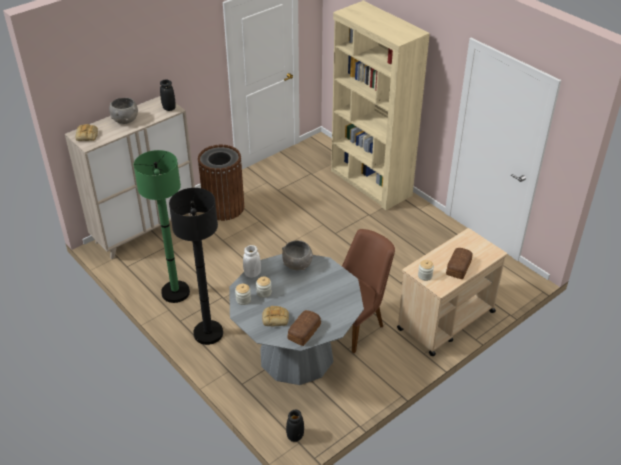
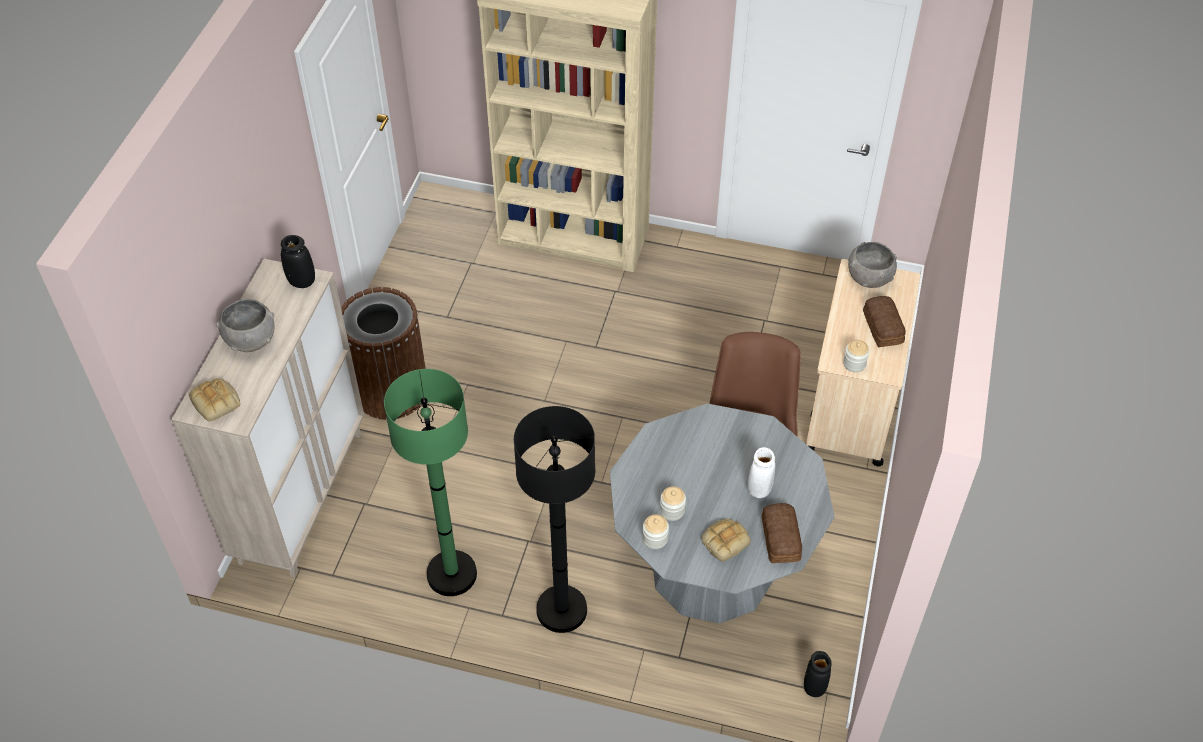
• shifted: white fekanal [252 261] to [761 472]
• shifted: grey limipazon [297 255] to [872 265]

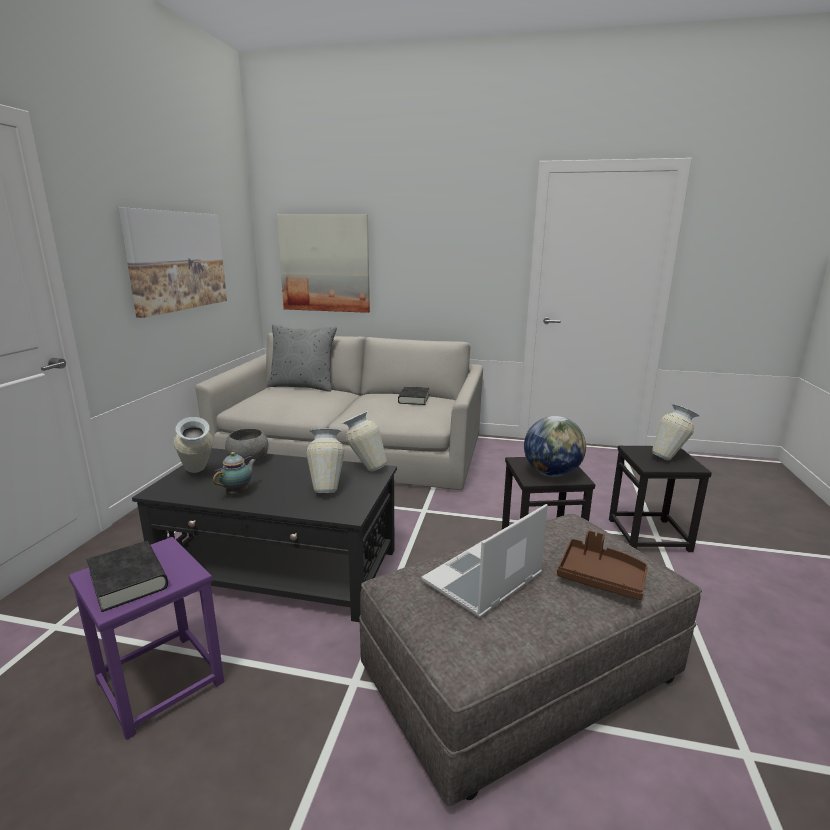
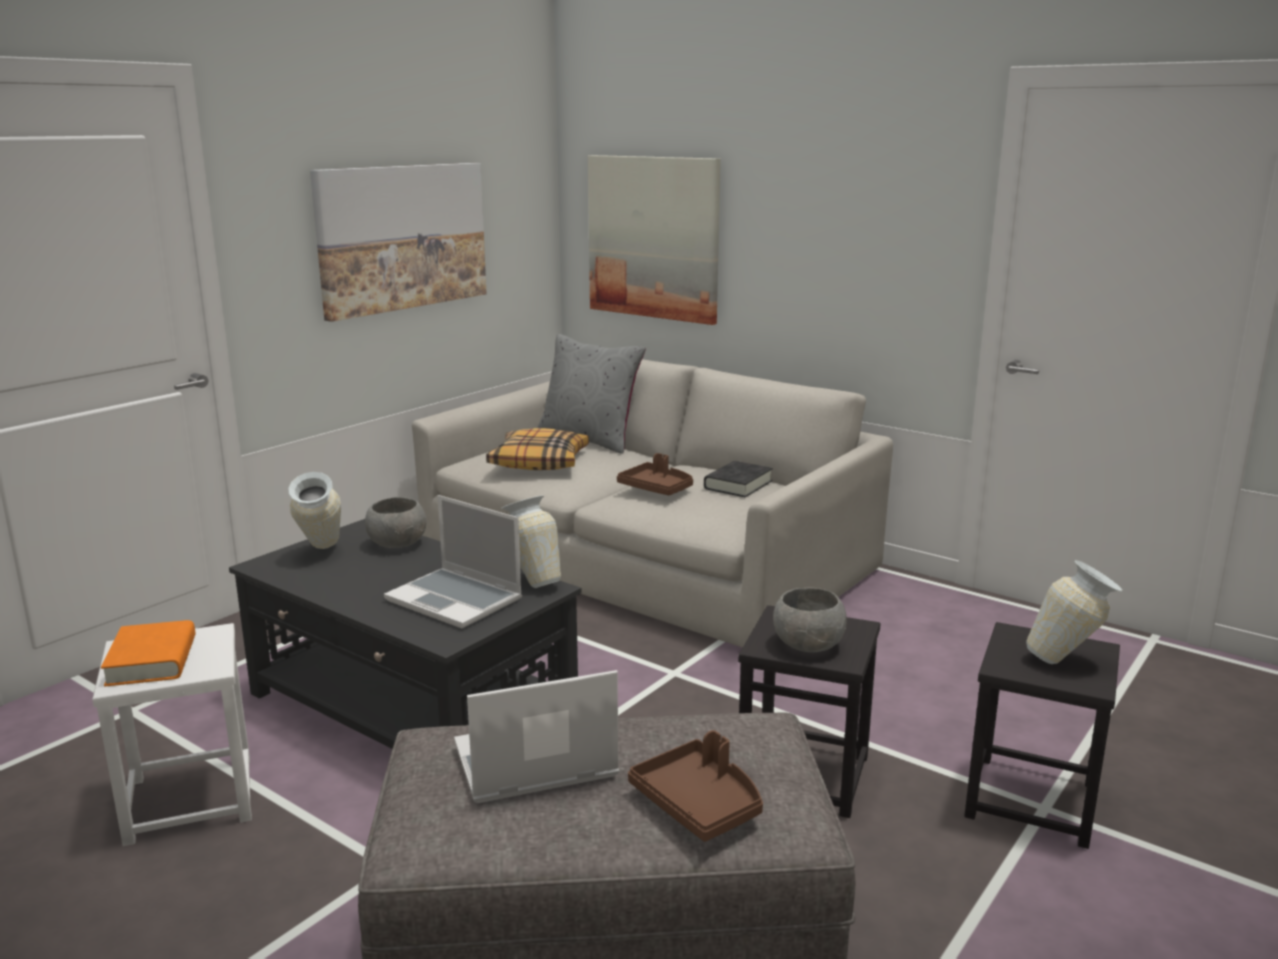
• repainted: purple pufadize [146 638] to white pufadize [172 734]
• repainted: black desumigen [127 576] to orange desumigen [148 653]
• gone: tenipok [234 473]
• swapped: fekanal [325 461] to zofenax [453 561]
• swapped: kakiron [555 446] to grey limipazon [810 620]
• new: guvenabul [537 449]
• new: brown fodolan [655 474]

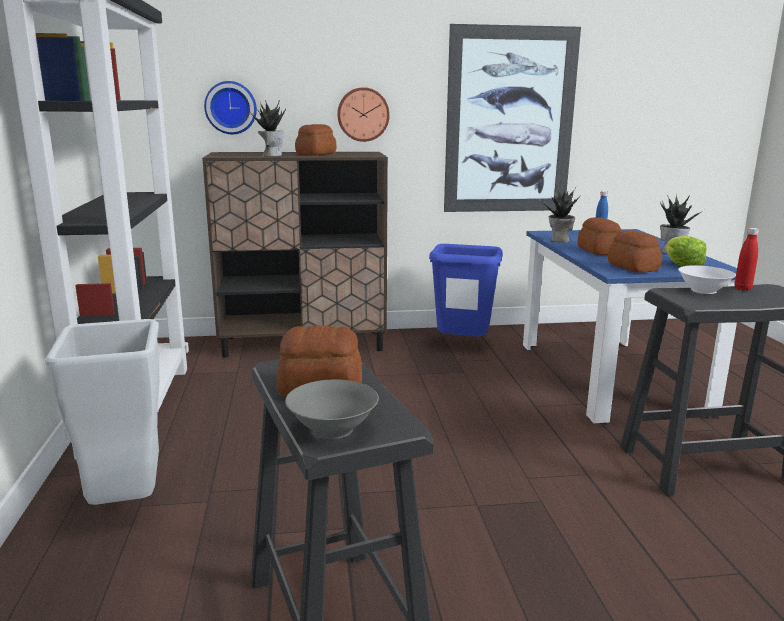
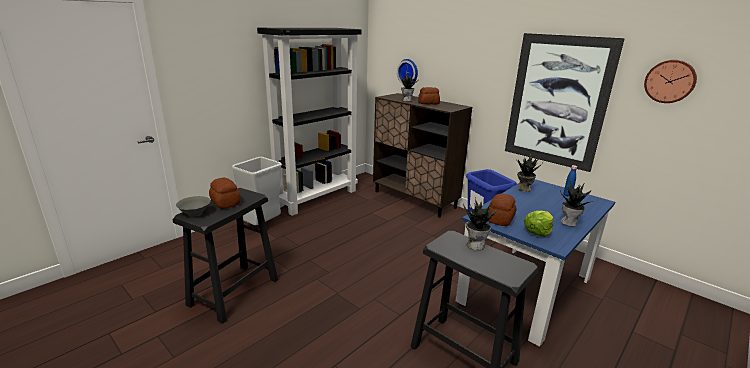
• shifted: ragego [363 114] to [670 81]
• gone: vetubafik [599 236]
• swapped: white limipazon [707 279] to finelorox [480 223]
• gone: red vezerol [747 259]

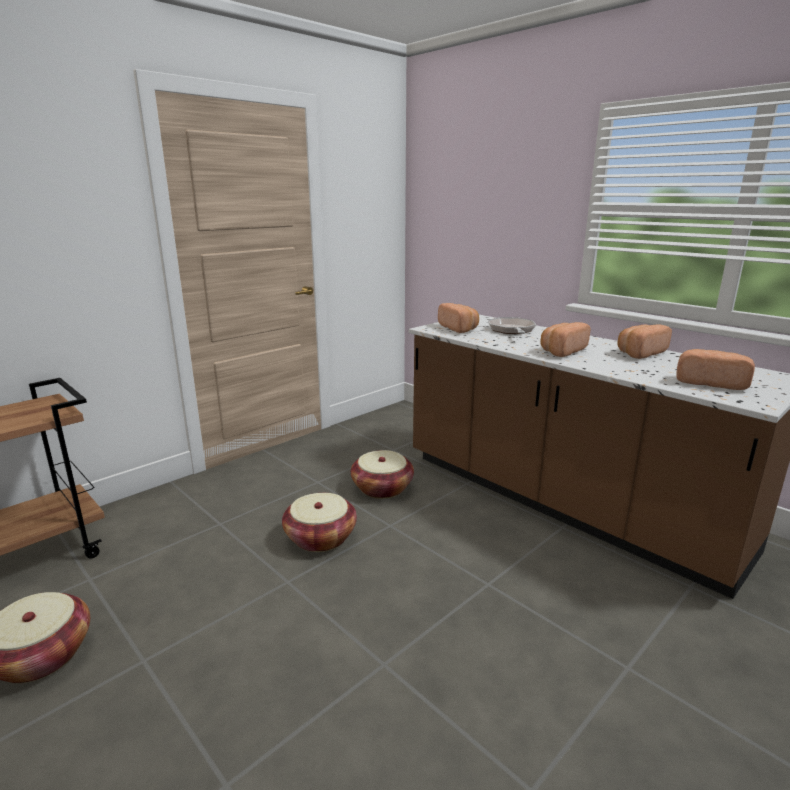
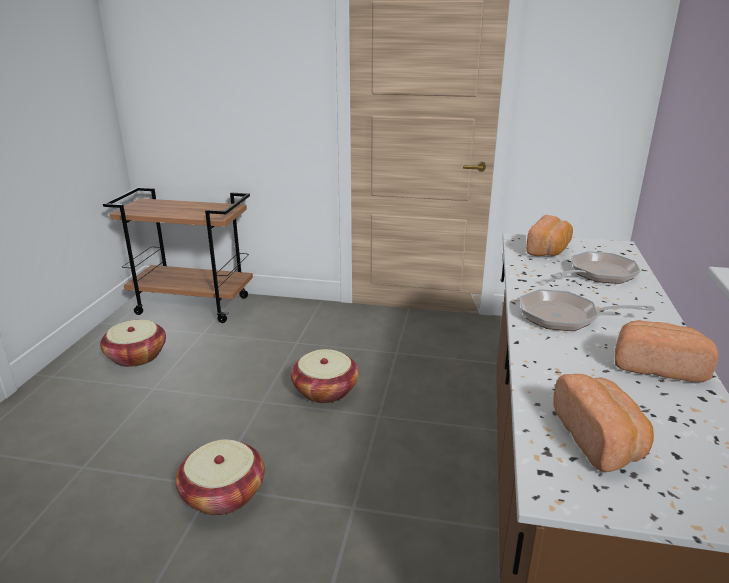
• shifted: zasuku [382 474] to [220 477]
• swapped: vetubafik [565 339] to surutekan [587 310]

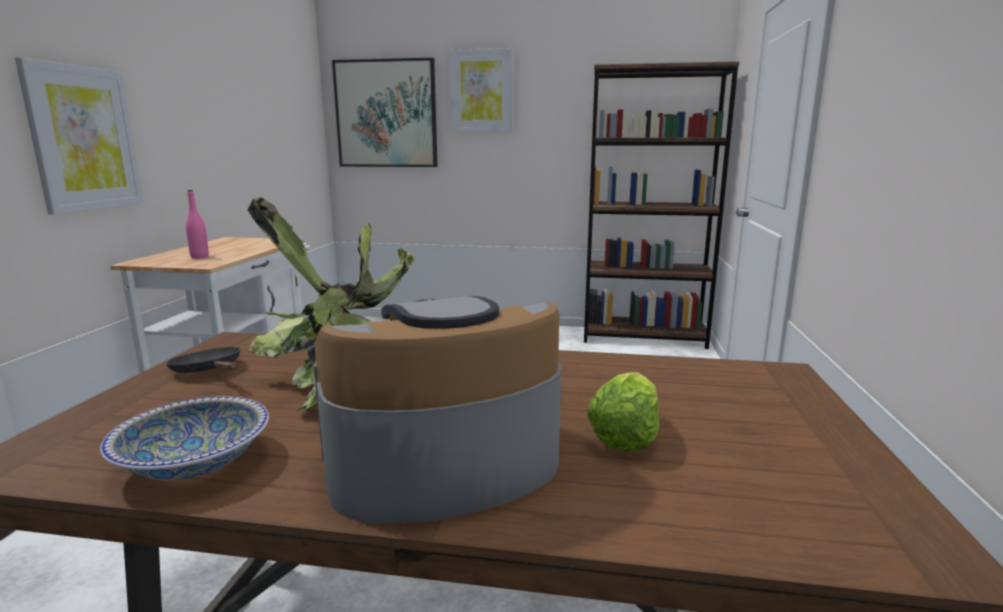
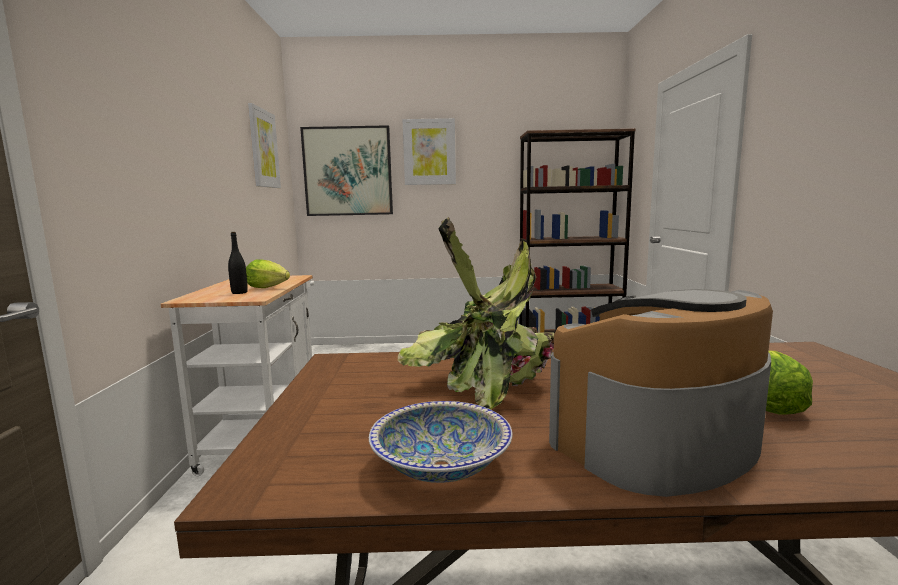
• shifted: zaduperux [79 136] to [264 145]
• gone: black surutekan [203 360]
• repainted: pink vezerol [197 224] to black vezerol [238 263]
• new: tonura [268 273]

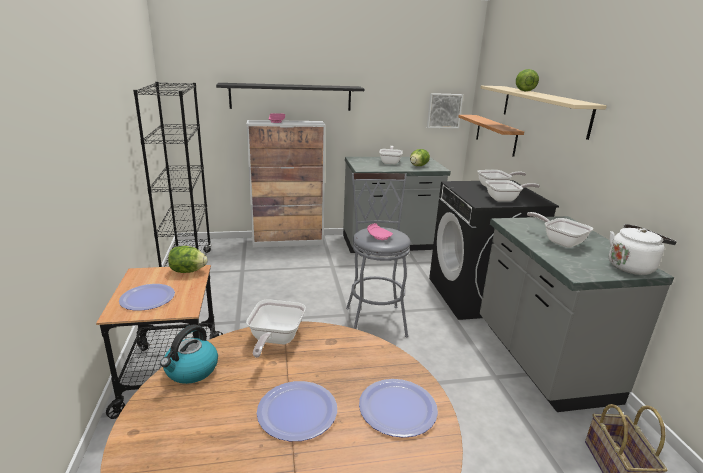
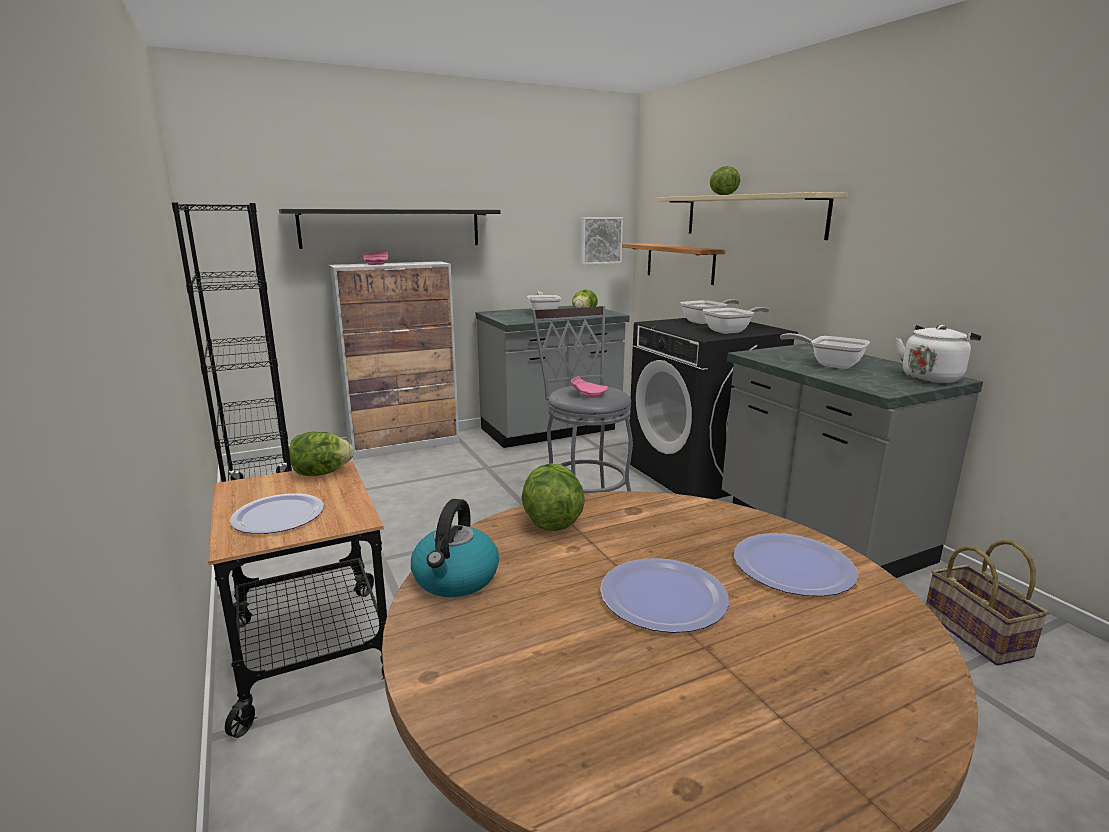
• swapped: surutekan [276 328] to tonura [553 497]

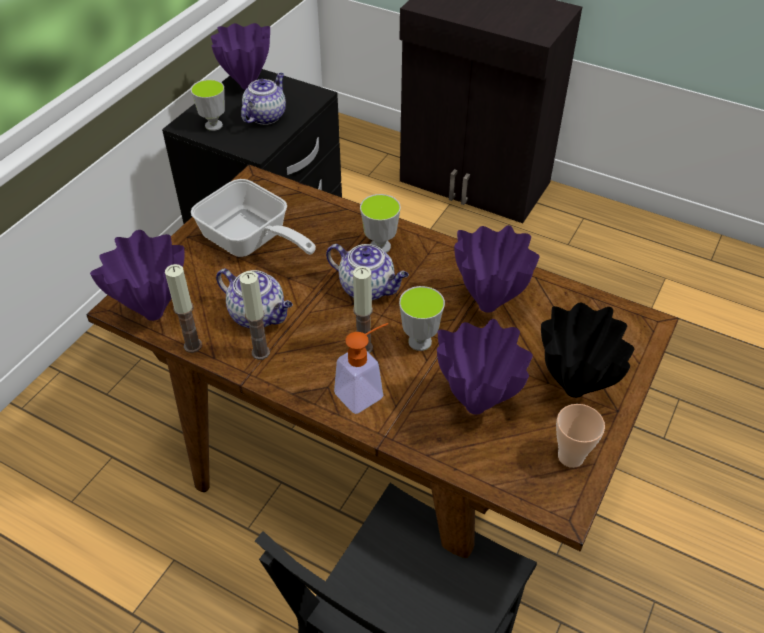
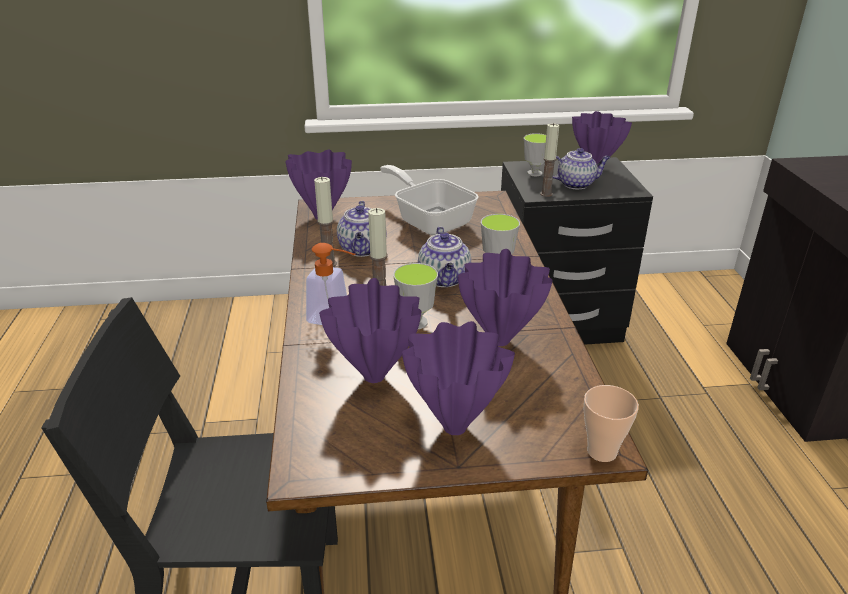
• shifted: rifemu [183 308] to [549 160]
• rotated: surutekan [253 218] = [429 200] 135 degrees clockwise
• repainted: black fekanal [587 350] to purple fekanal [458 378]
• shifted: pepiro [580 436] to [611 423]

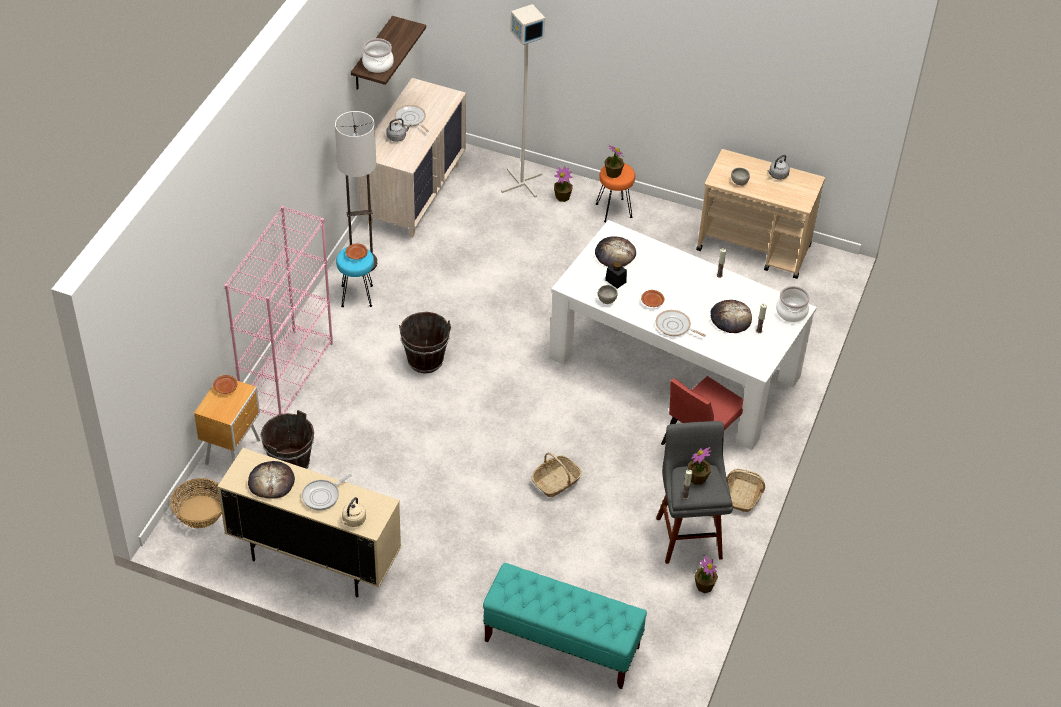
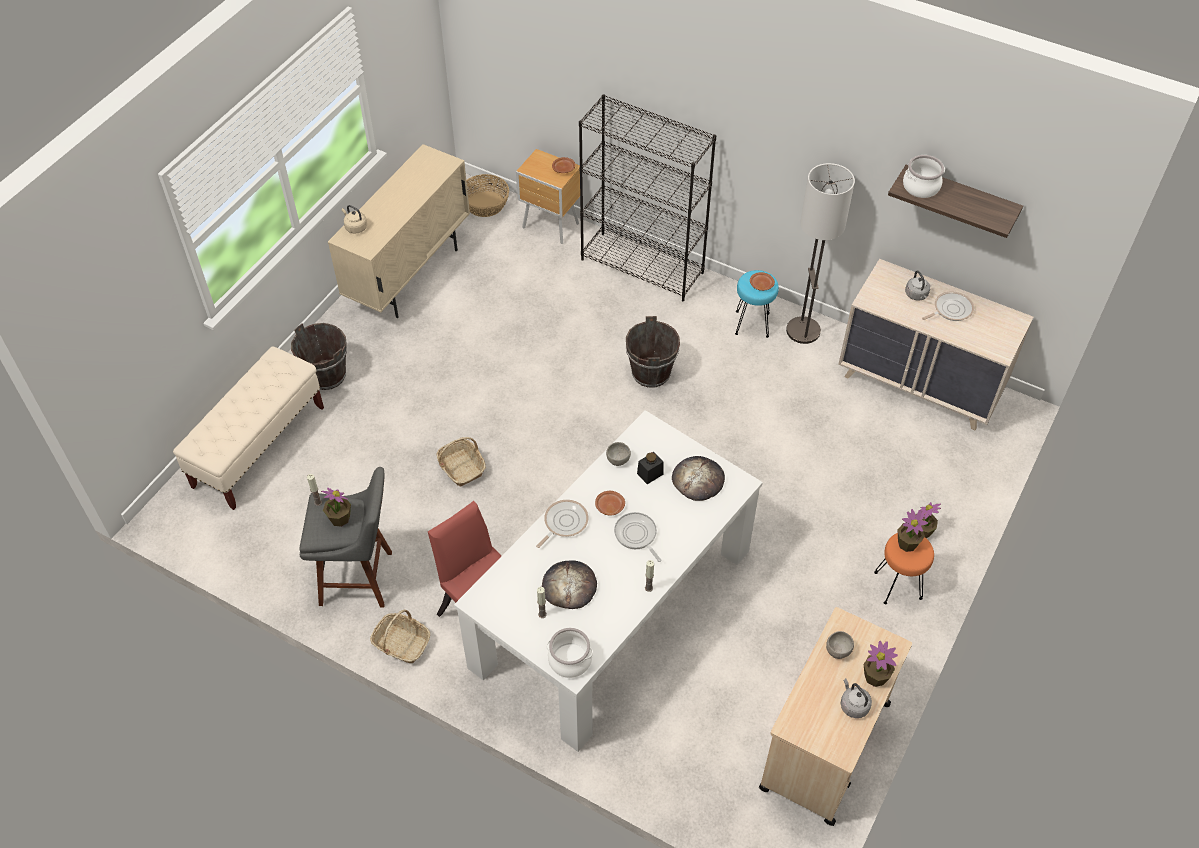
• repainted: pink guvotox [279 311] to black guvotox [647 197]
• gone: vetubafik [271 480]
• shifted: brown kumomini [287 439] to [319 356]
• shifted: surutekan [327 492] to [638 537]
• repainted: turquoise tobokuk [565 626] to beige tobokuk [248 428]
• gone: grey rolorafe [523 100]
• shifted: finelorox [706 574] to [881 664]

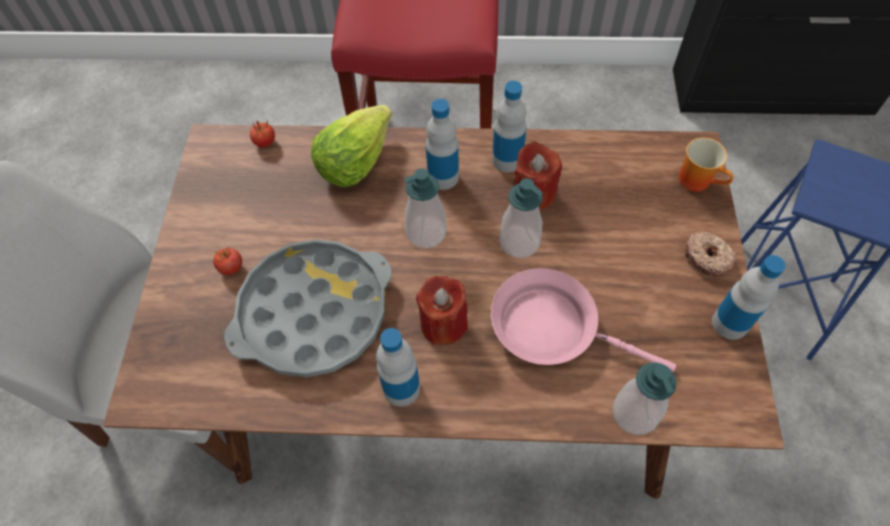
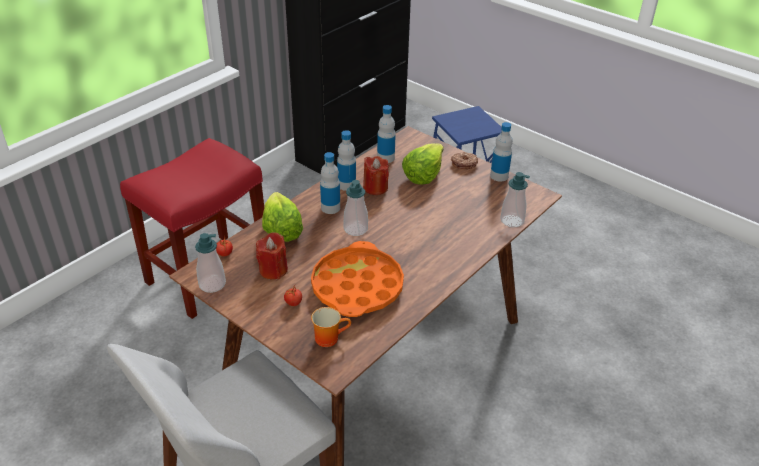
• repainted: grey fodolan [308 308] to orange fodolan [357 279]
• shifted: vezerol [398 367] to [386 134]
• shifted: red rifemu [442 310] to [272 256]
• gone: pink surutekan [583 320]
• shifted: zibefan [521 218] to [210 263]
• shifted: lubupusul [706 164] to [331 327]
• new: tonura [423 164]

